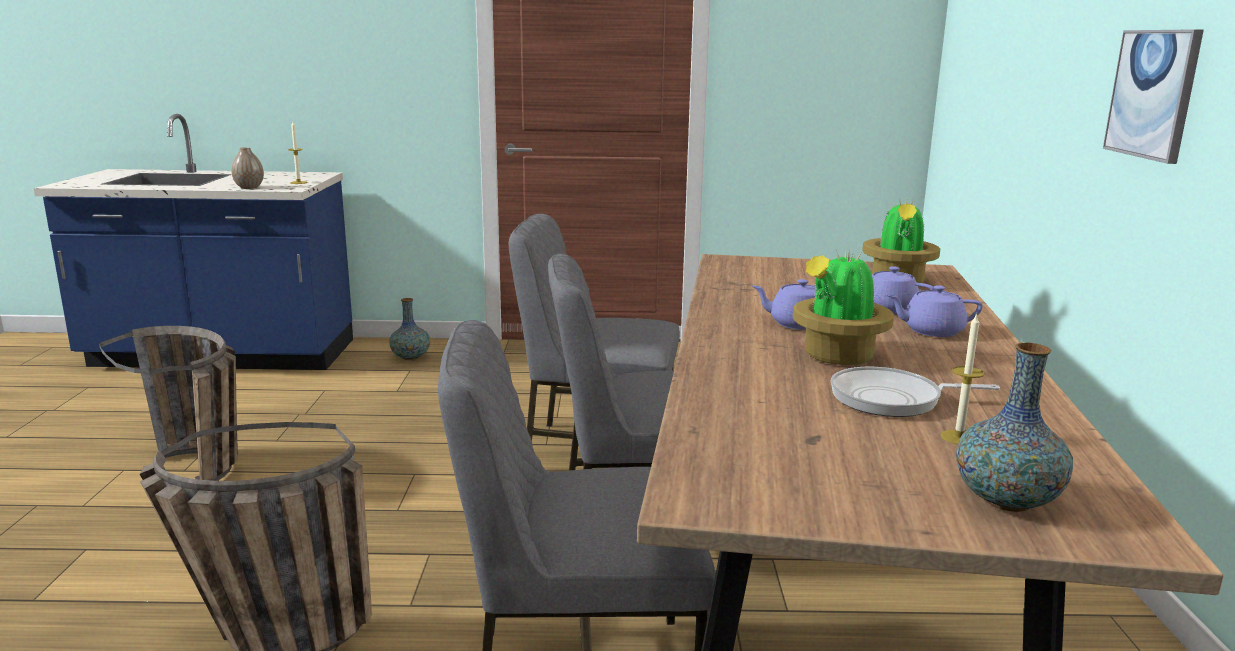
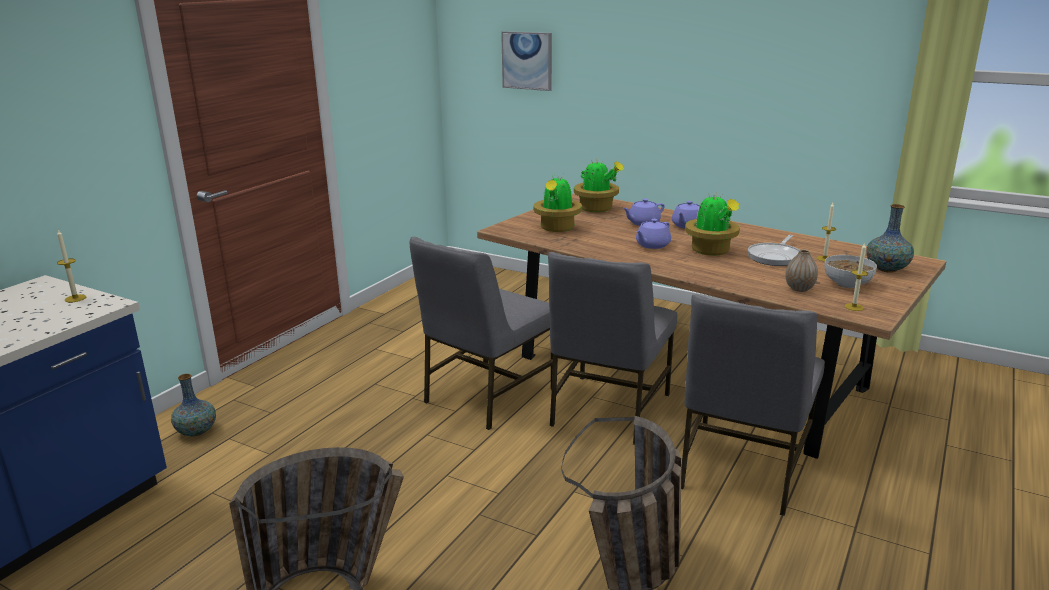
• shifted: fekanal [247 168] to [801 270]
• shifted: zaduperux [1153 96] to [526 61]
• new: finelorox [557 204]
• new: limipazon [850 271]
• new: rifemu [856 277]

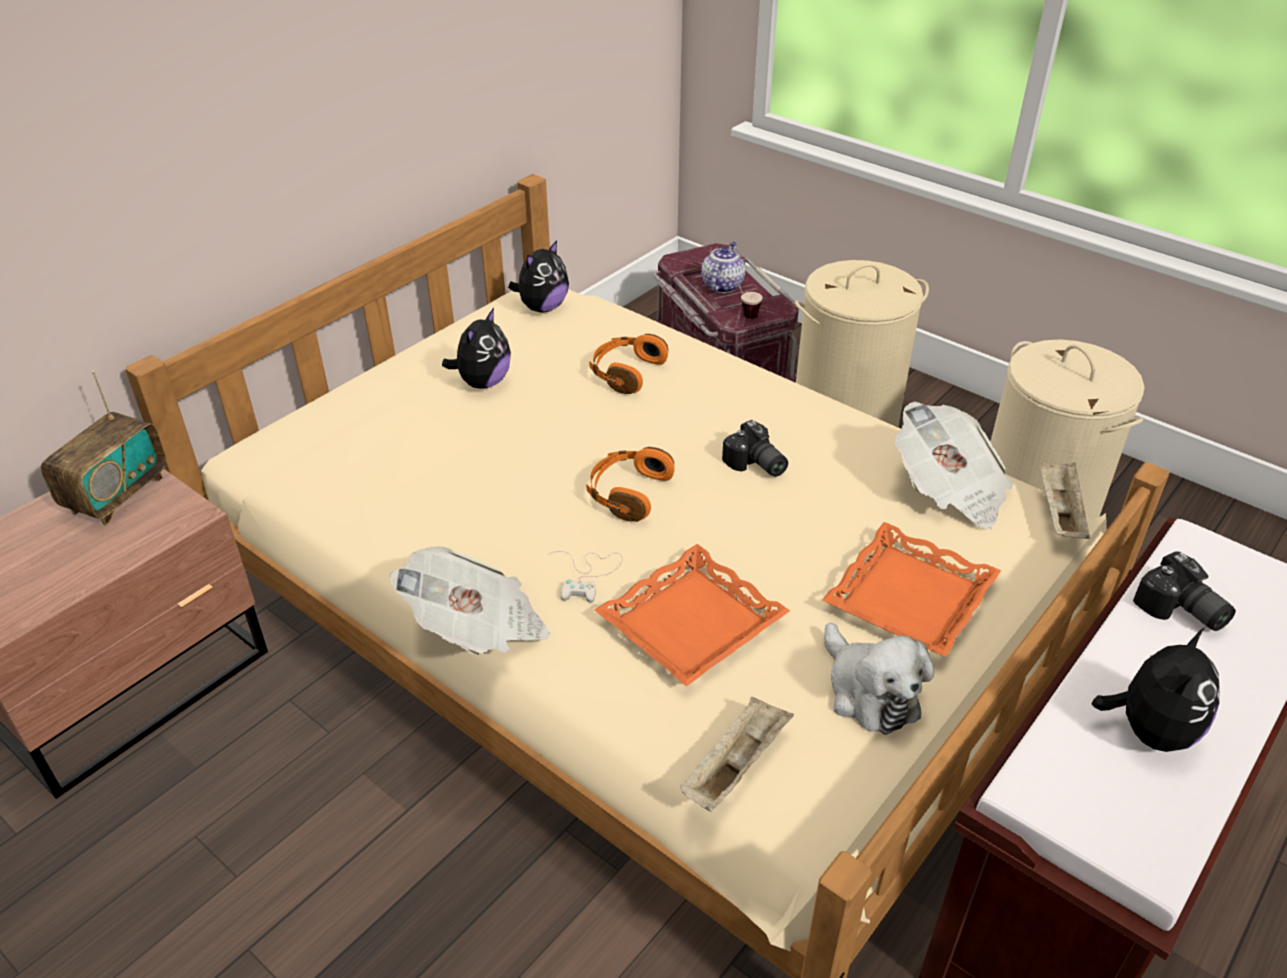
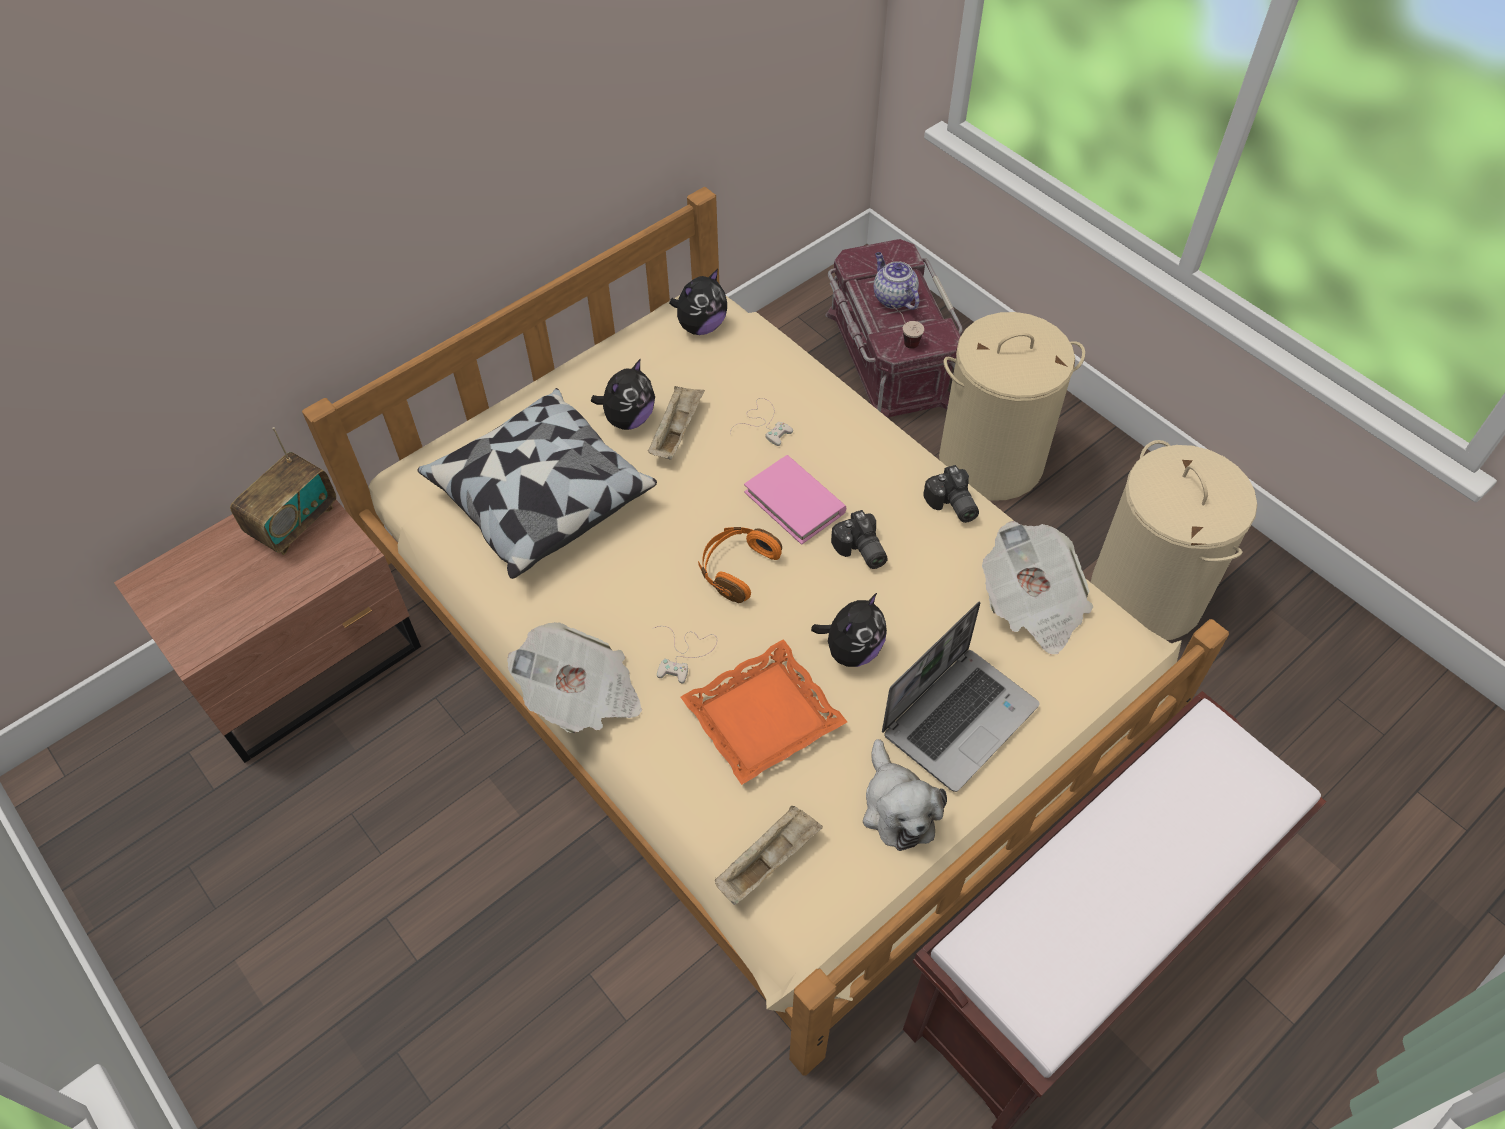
• swapped: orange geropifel [628 364] to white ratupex [761 422]
• rotated: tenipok [723 267] = [897 281] 60 degrees counterclockwise
• swapped: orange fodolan [911 589] to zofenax [961 697]
• shifted: beige fodolan [1065 500] to [676 423]
• shifted: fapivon [1156 689] to [849 630]
• shifted: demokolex [1184 591] to [951 494]
• new: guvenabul [537 483]
• new: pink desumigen [795 500]

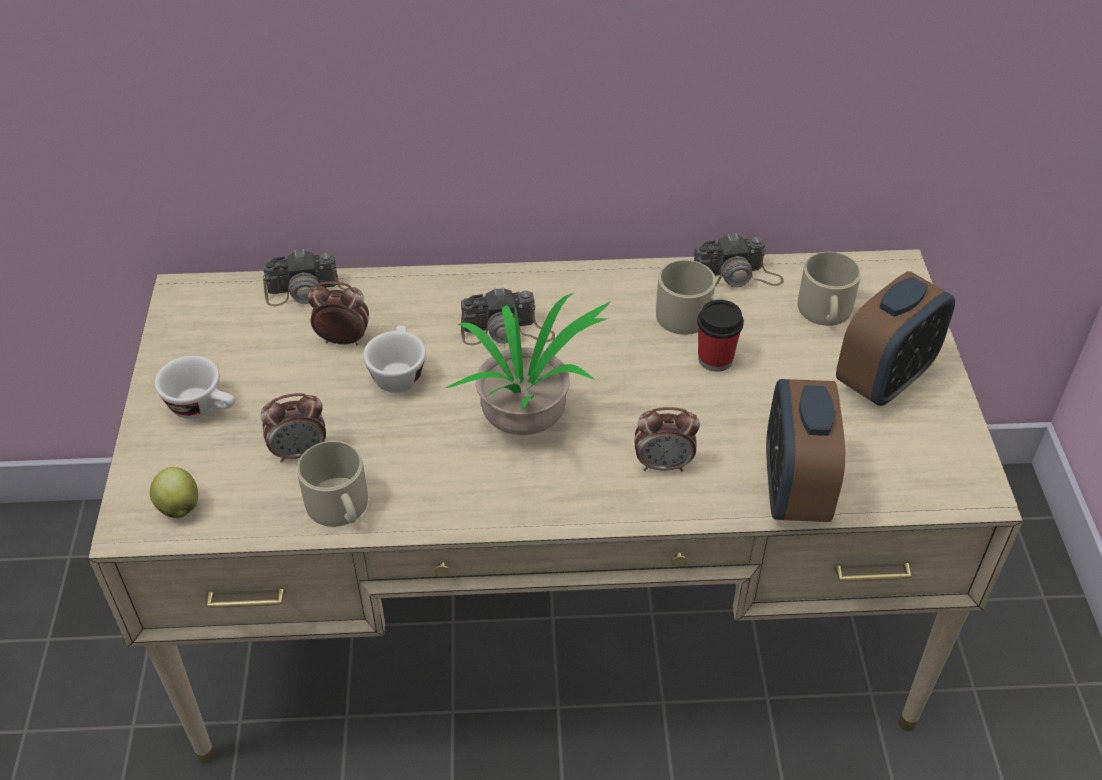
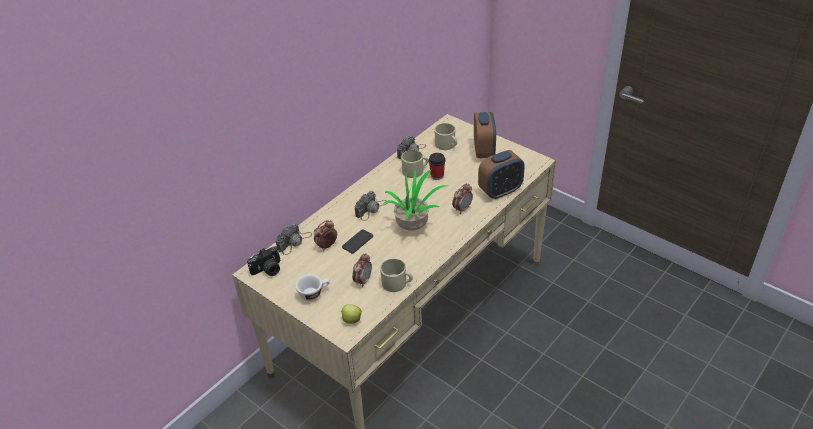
• swapped: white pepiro [394 359] to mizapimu [357 241]
• rotated: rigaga [805 450] = [501 174] 75 degrees counterclockwise
• new: demokolex [264 261]

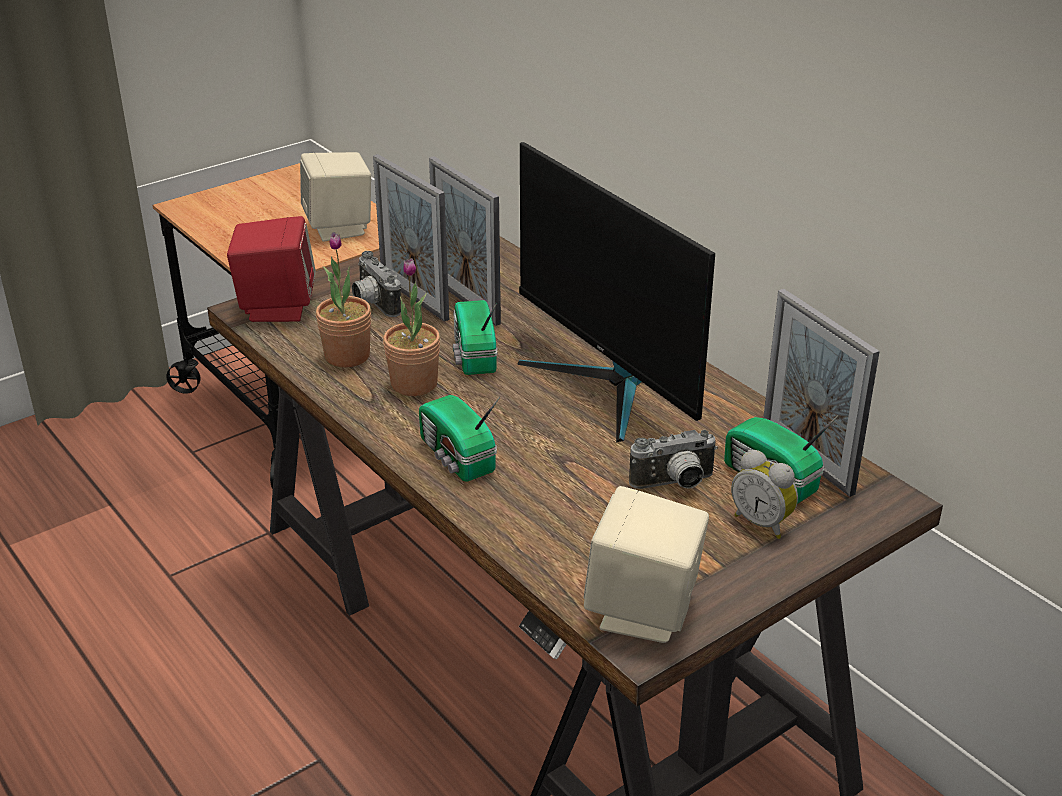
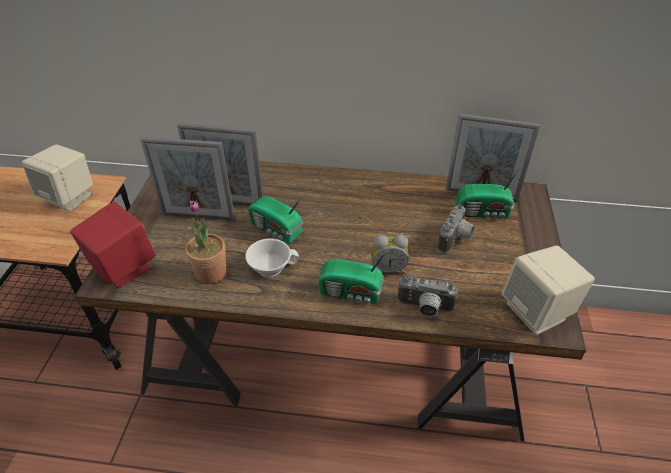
• shifted: demokolex [376 284] to [427 295]
• swapped: finelorox [411 327] to white pepiro [272 258]
• gone: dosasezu [616 292]
• shifted: rigaga [764 494] to [390 254]

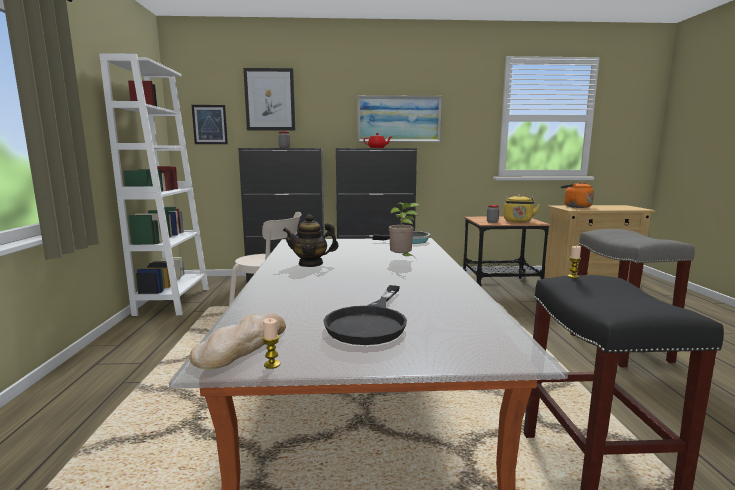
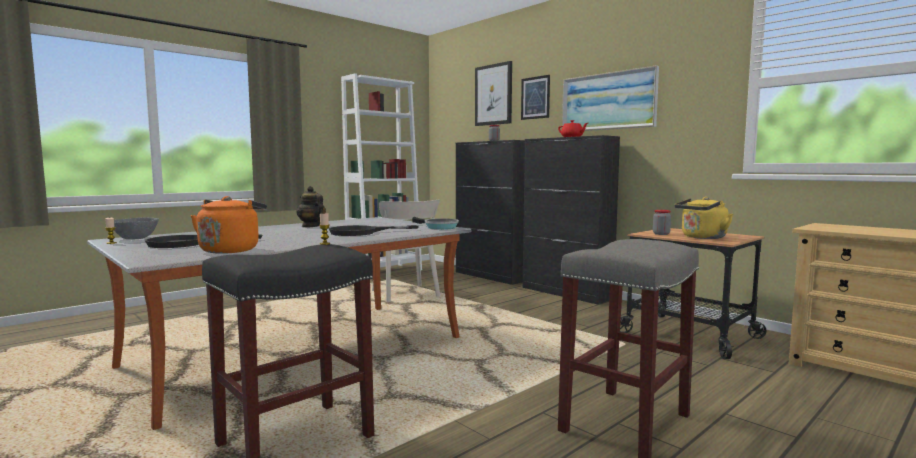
• swapped: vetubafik [238 341] to grey limipazon [136 228]
• shifted: zaduperux [210 124] to [535 97]
• swapped: finelorox [404 229] to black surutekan [374 230]
• shifted: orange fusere [577 195] to [229 225]

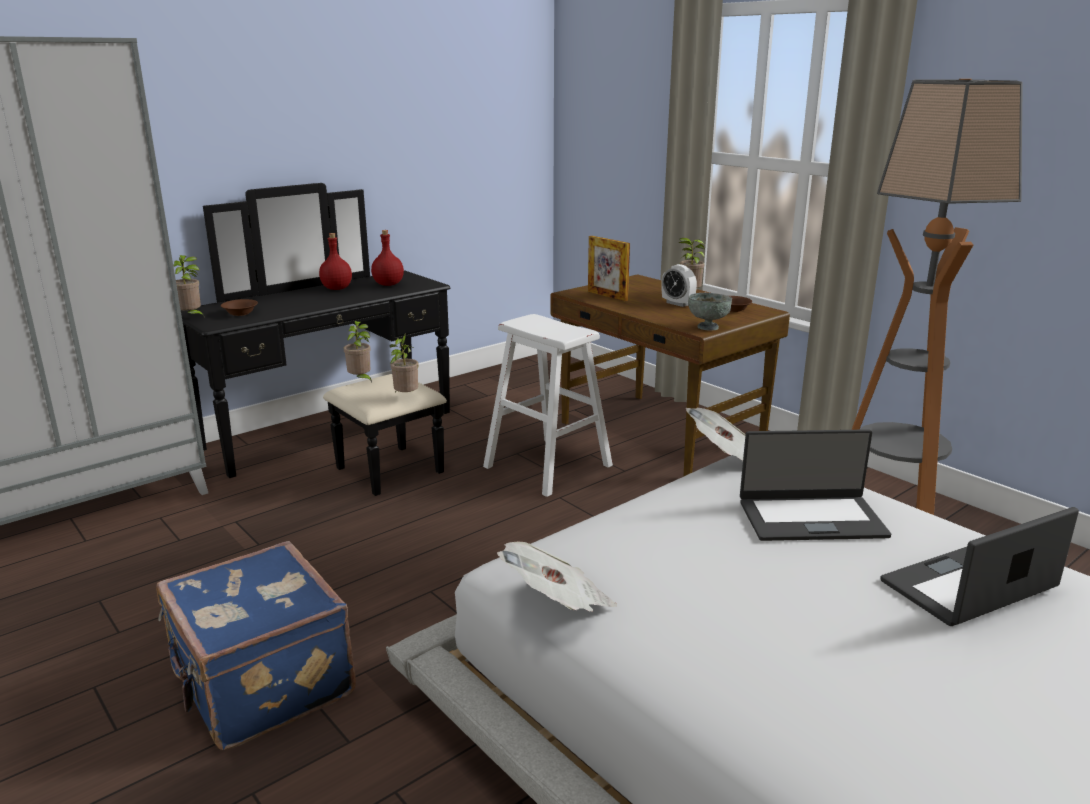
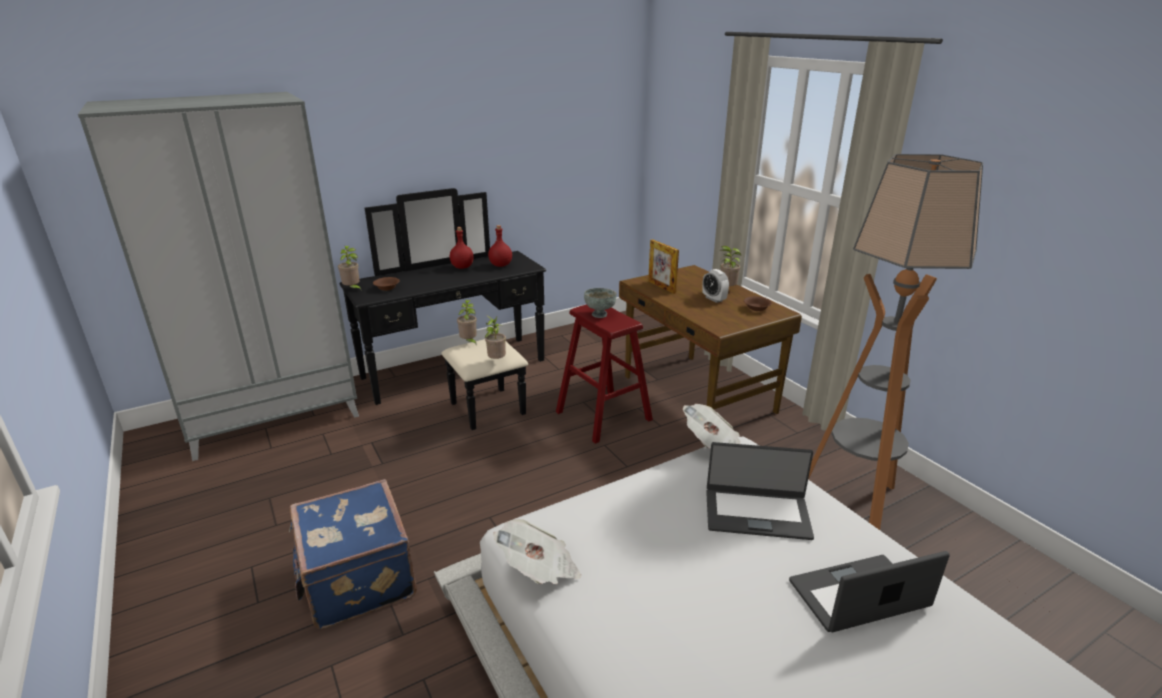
• repainted: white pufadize [548 405] to red pufadize [604 374]
• shifted: grey limipazon [710 312] to [600 303]

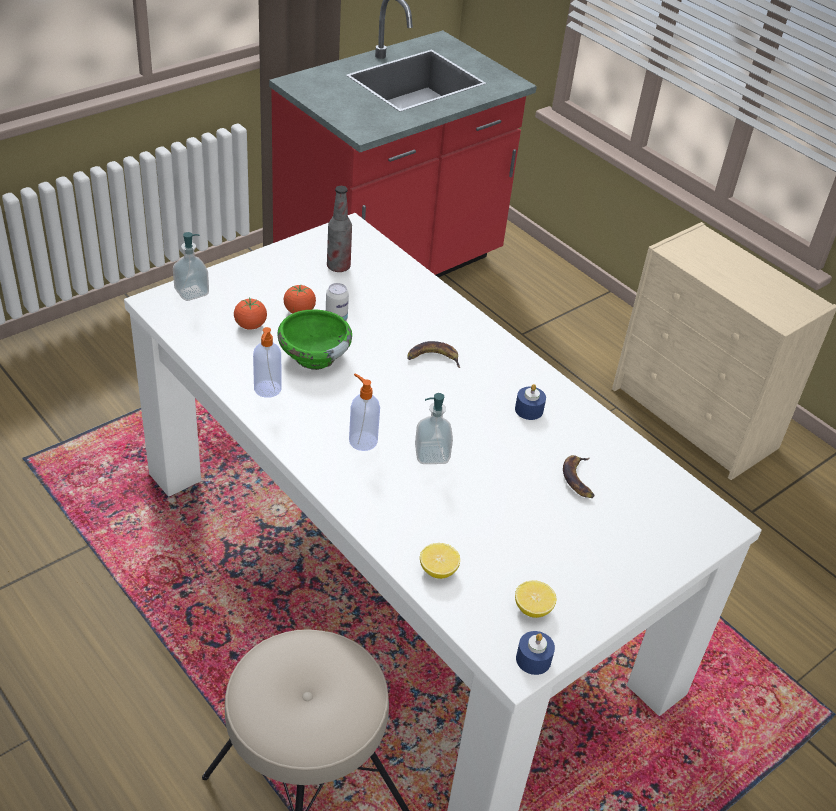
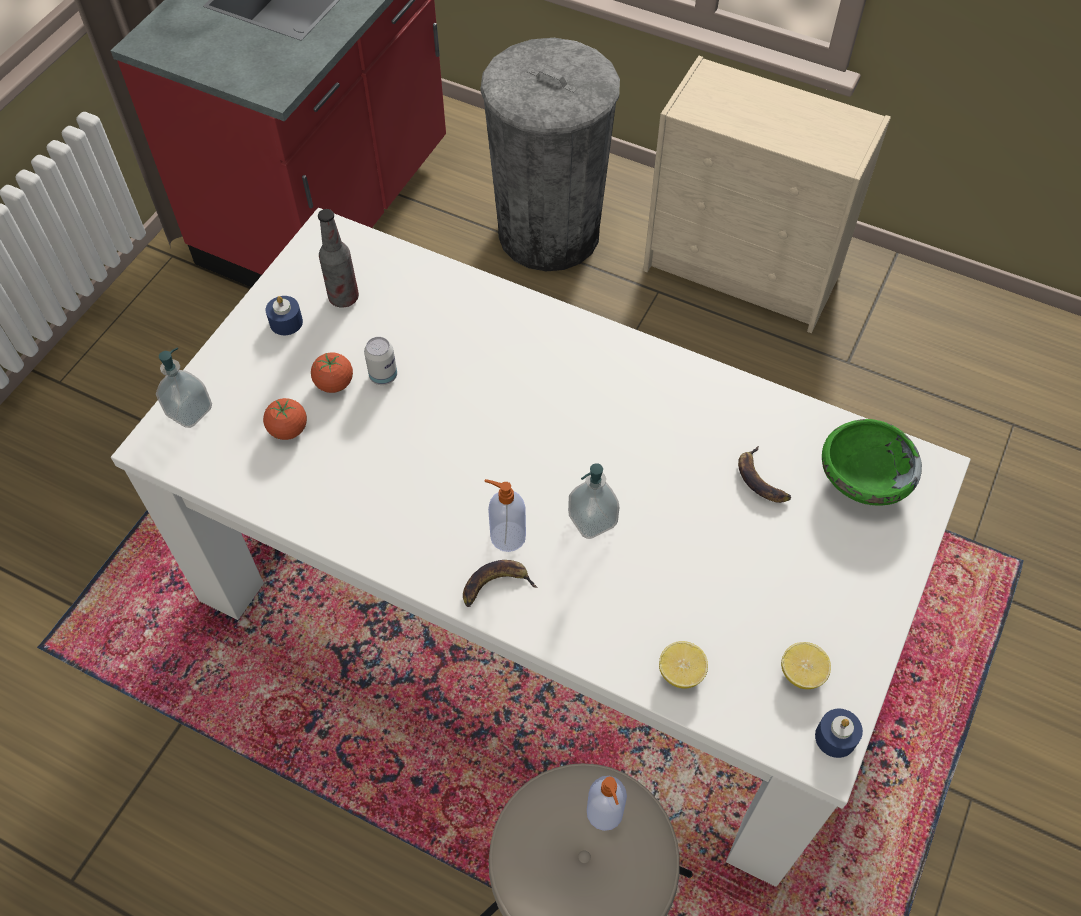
• shifted: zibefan [267 362] to [607 803]
• shifted: green limipazon [314 339] to [872 462]
• shifted: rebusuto [434 354] to [500 583]
• shifted: blue rifemu [530 402] to [284 315]
• new: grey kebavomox [550 154]

